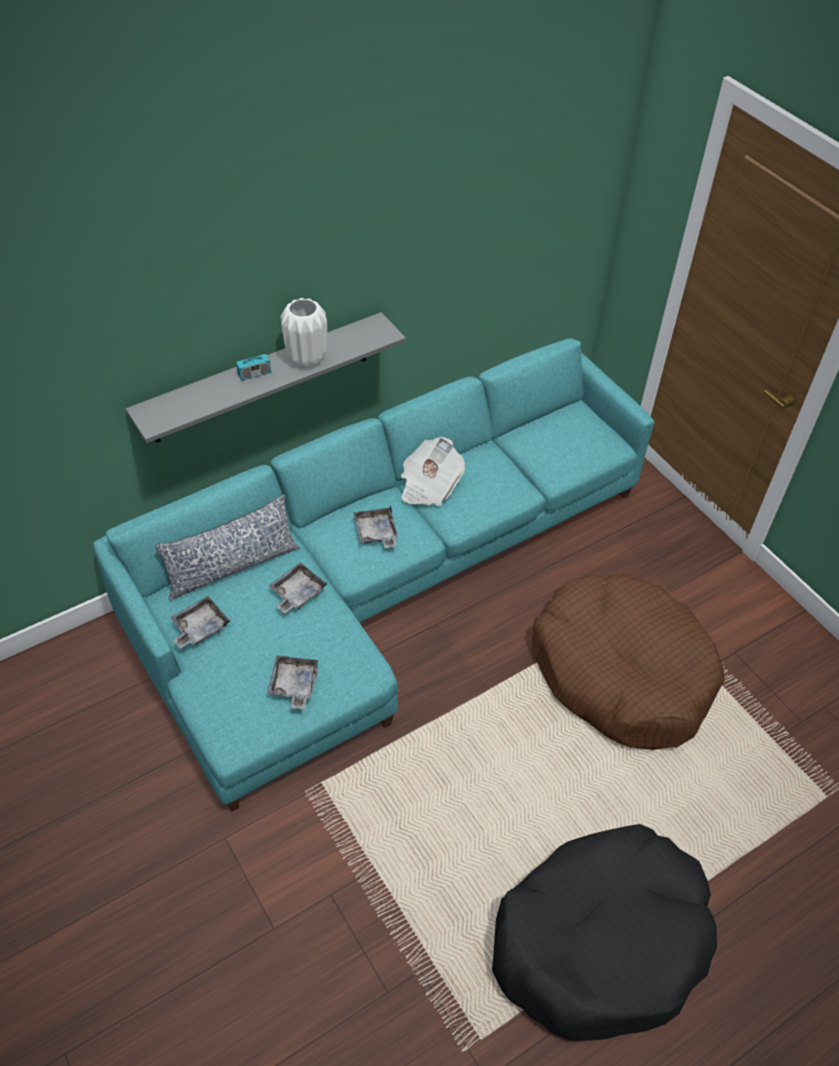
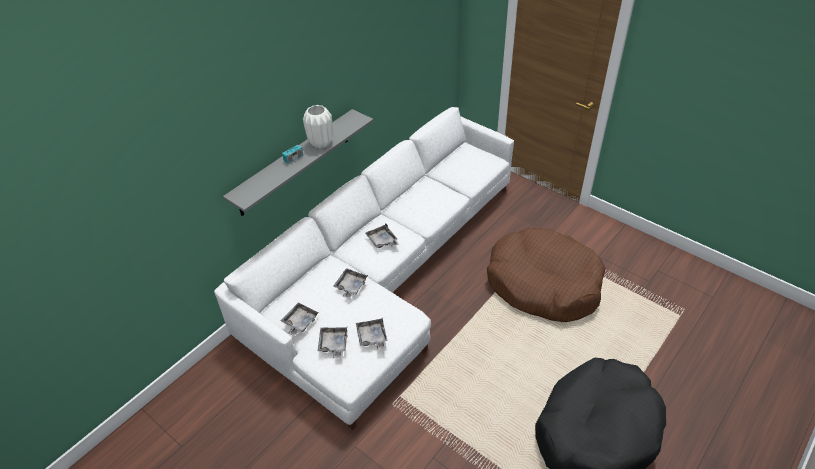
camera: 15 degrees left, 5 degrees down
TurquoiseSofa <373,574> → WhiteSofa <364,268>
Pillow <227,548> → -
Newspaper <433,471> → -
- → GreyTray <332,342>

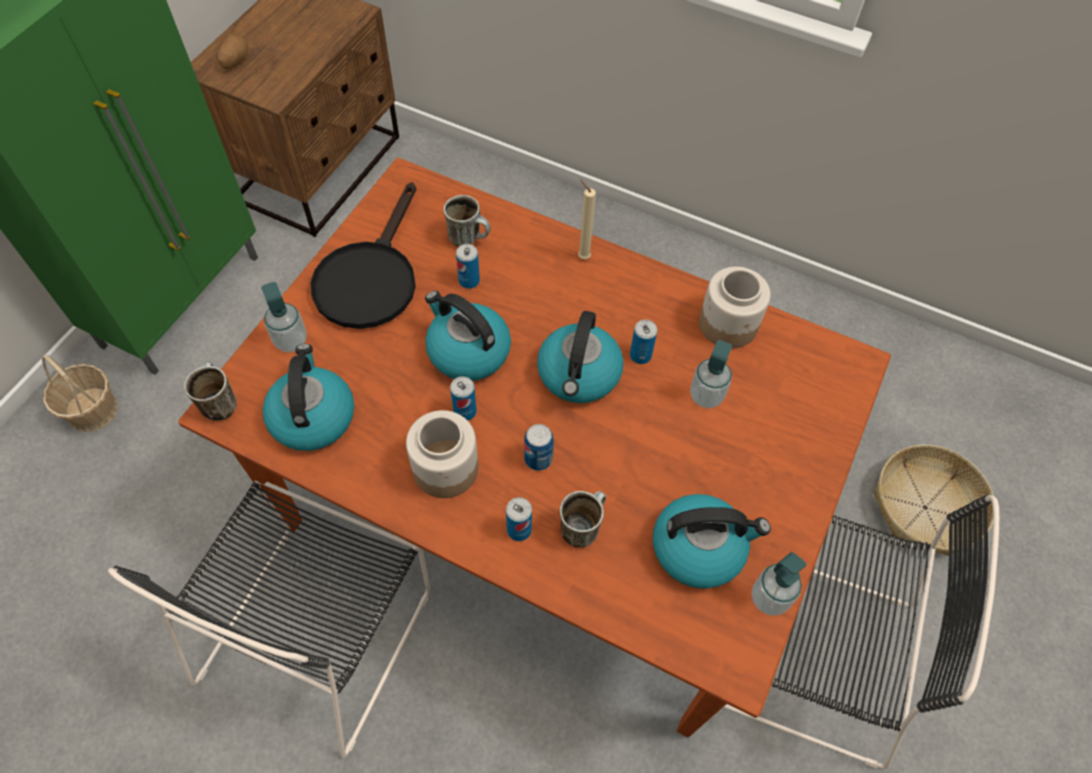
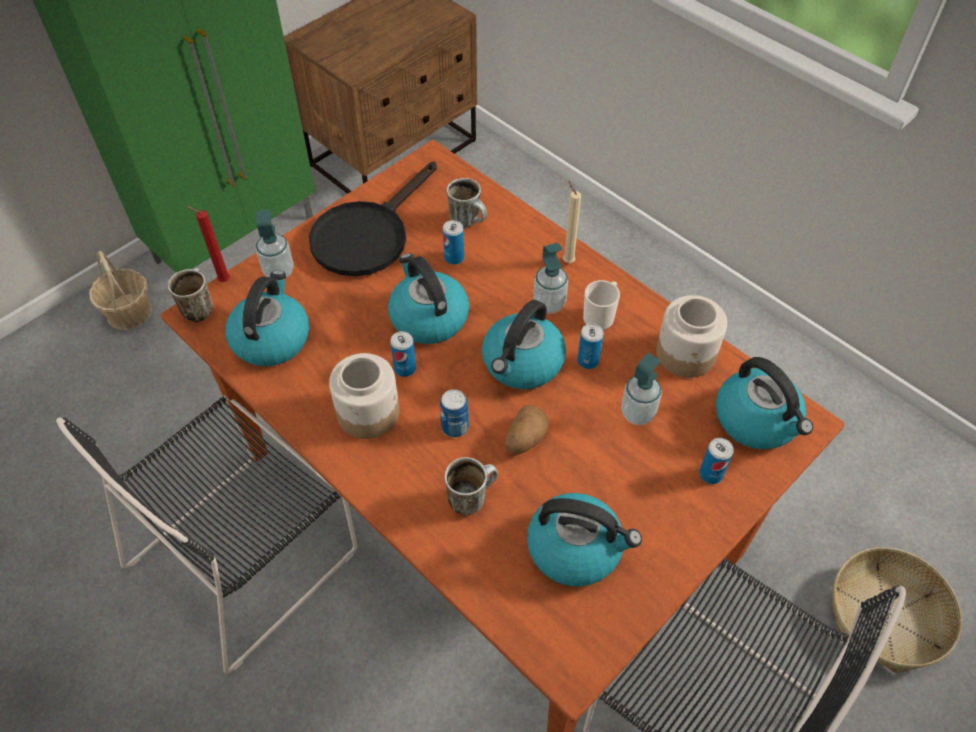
camera: 20 degrees right, 5 degrees down
Potato <233,52> → Potato <527,430>, moved
Can <519,519> → Can <716,461>, moved
SoapDispenser <779,584> → SoapDispenser <550,278>, moved
- → RedCandle <208,244>
- → Mug <601,305>
- → Kettle <764,403>

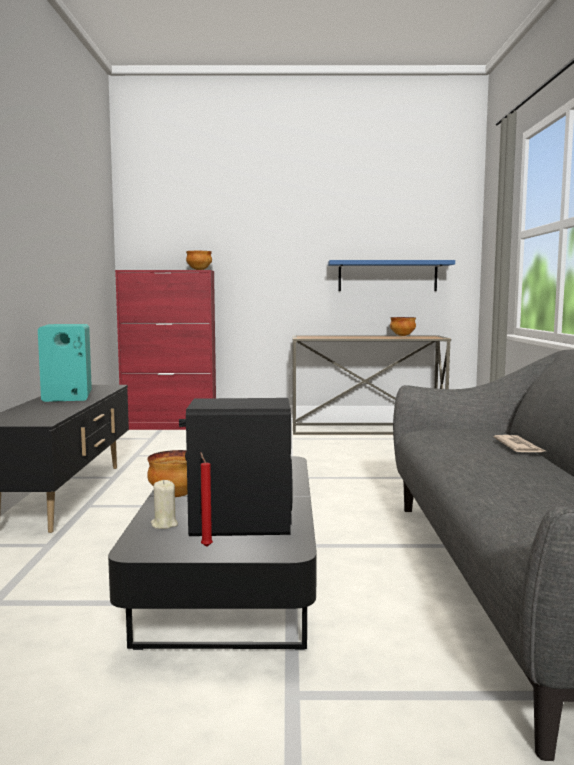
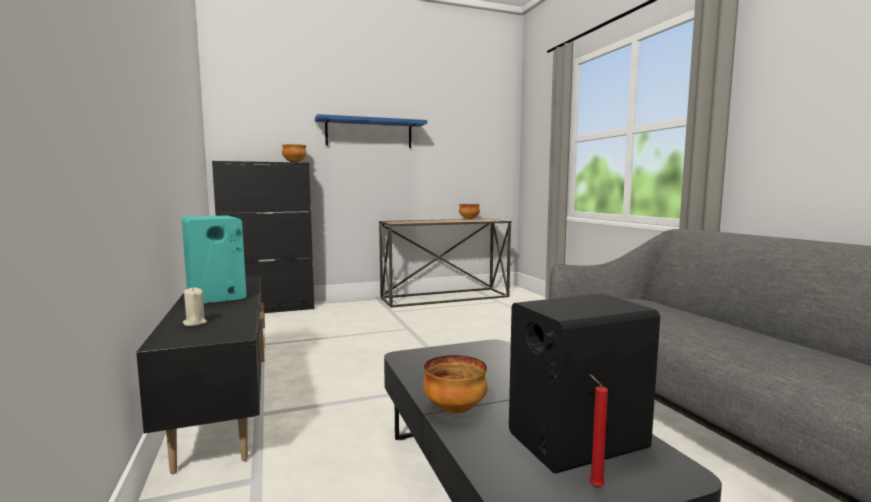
camera: 20 degrees left, 0 degrees up
RedCabinet <165,350> → BlackCabinet <263,237>
BeigeCandle <164,504> → BeigeCandle <195,306>, moved
BlueShelf <391,275> → BlueShelf <371,131>, moved
Newspaper <520,443> → -

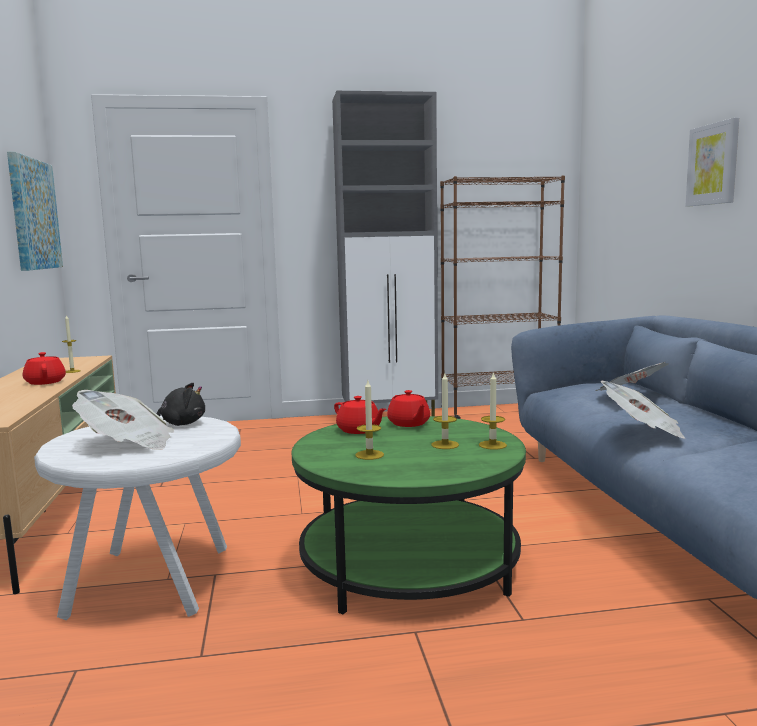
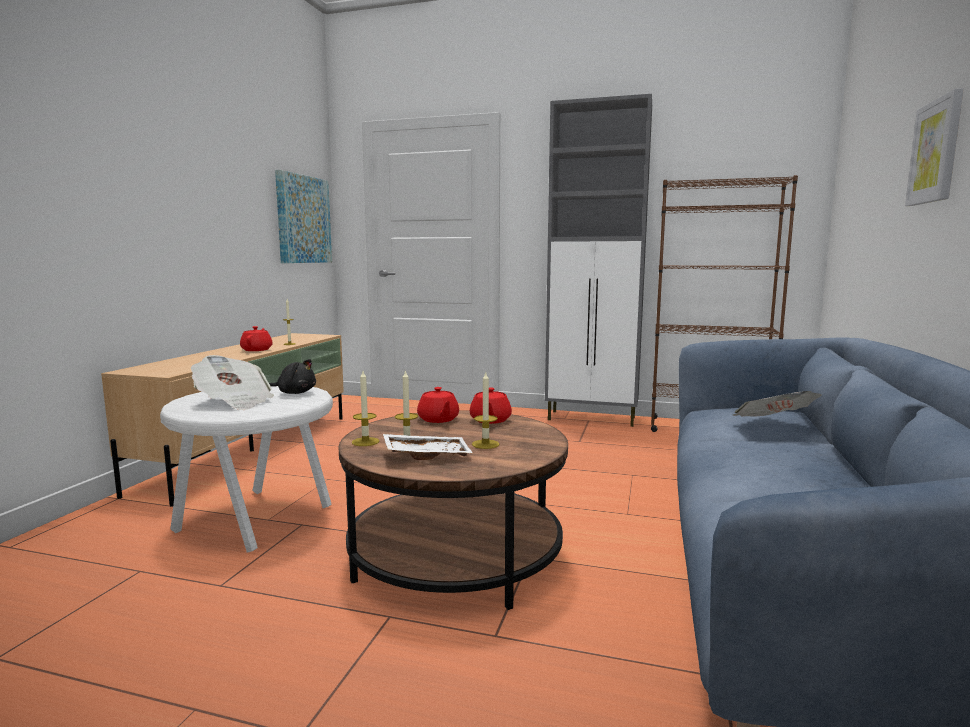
camera: 25 degrees right, 0 degrees up
GreenCoffeeTable <408,515> → BrownCoffeeTable <453,510>
Candle <493,411> → Candle <366,408>, moved
Newspaper <643,410> → -
- → WhiteTray <428,447>

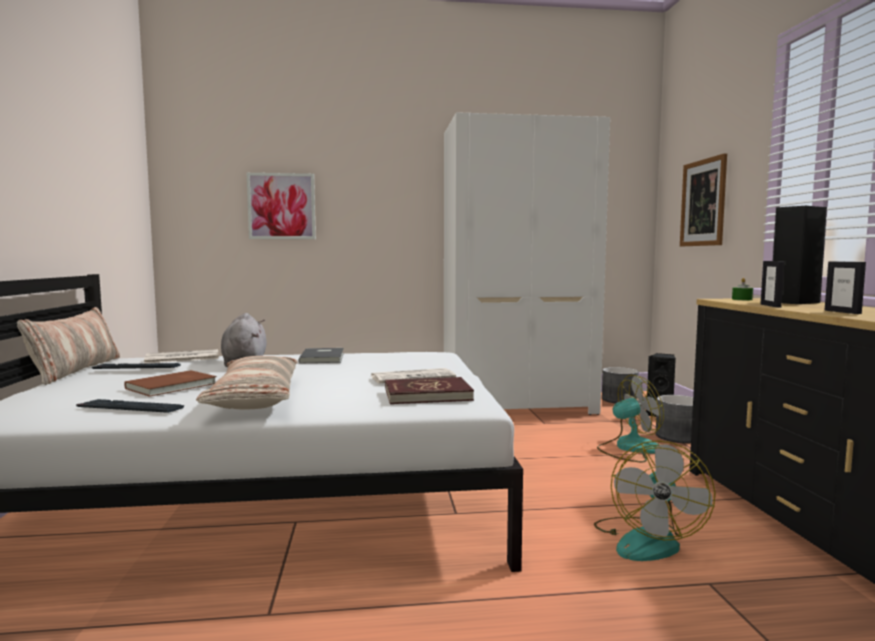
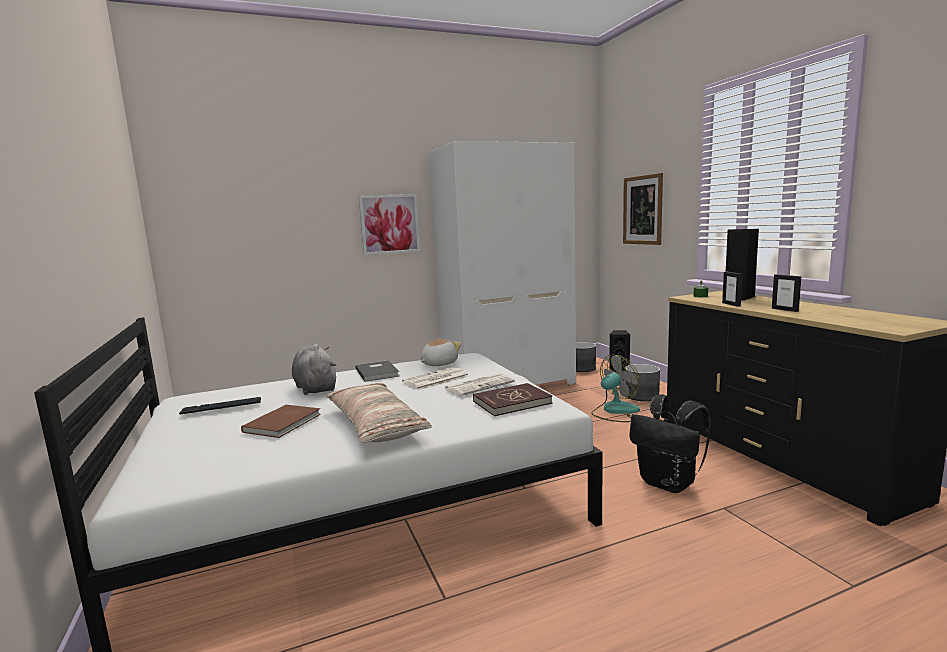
camera: 15 degrees left, 5 degrees up
Pillow <68,346> → -
Keyboard <130,406> → -
Newspaper <181,356> → Newspaper <436,378>, moved
Picture <281,206> → Picture <389,224>, moved
Fan <655,500> → BlackBackpack <669,443>
- → PlushToy <441,352>

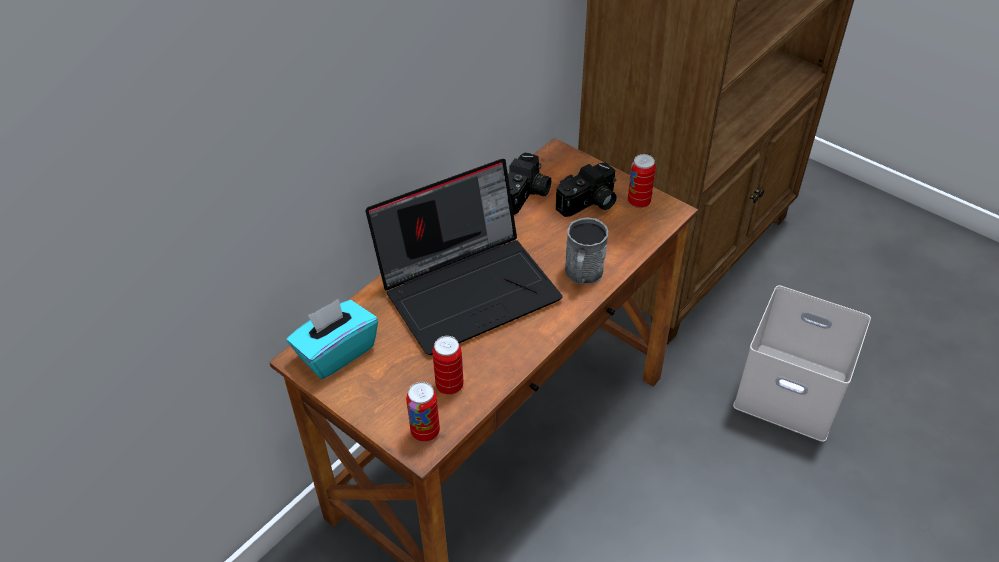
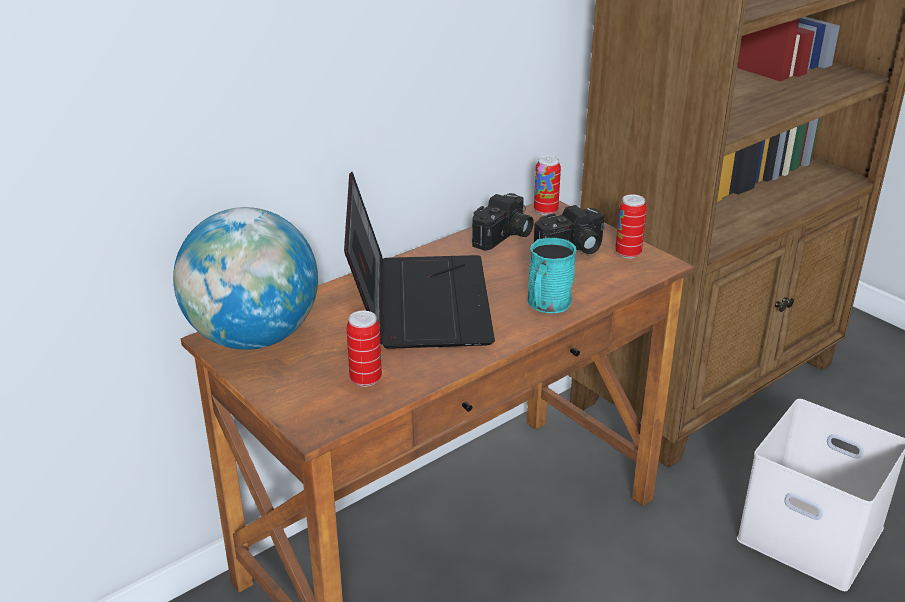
camera: 10 degrees right, 15 degrees down
TurquoiseTissueBox <332,338> → Globe <245,278>
Laptop <464,257> → Laptop <419,260>, 75 degrees counterclockwise
Can <423,412> → Can <547,185>, moved
GreyMug <586,251> → TurquoiseMug <552,275>

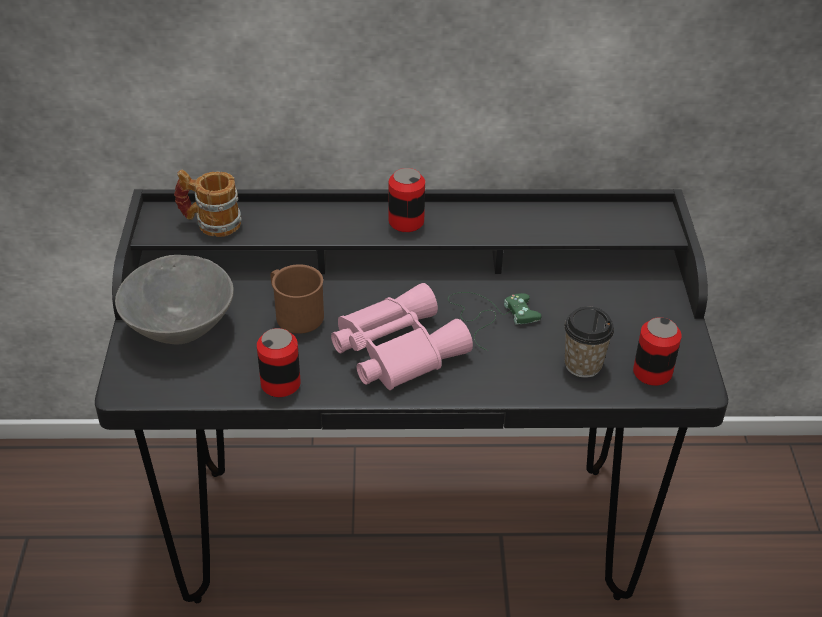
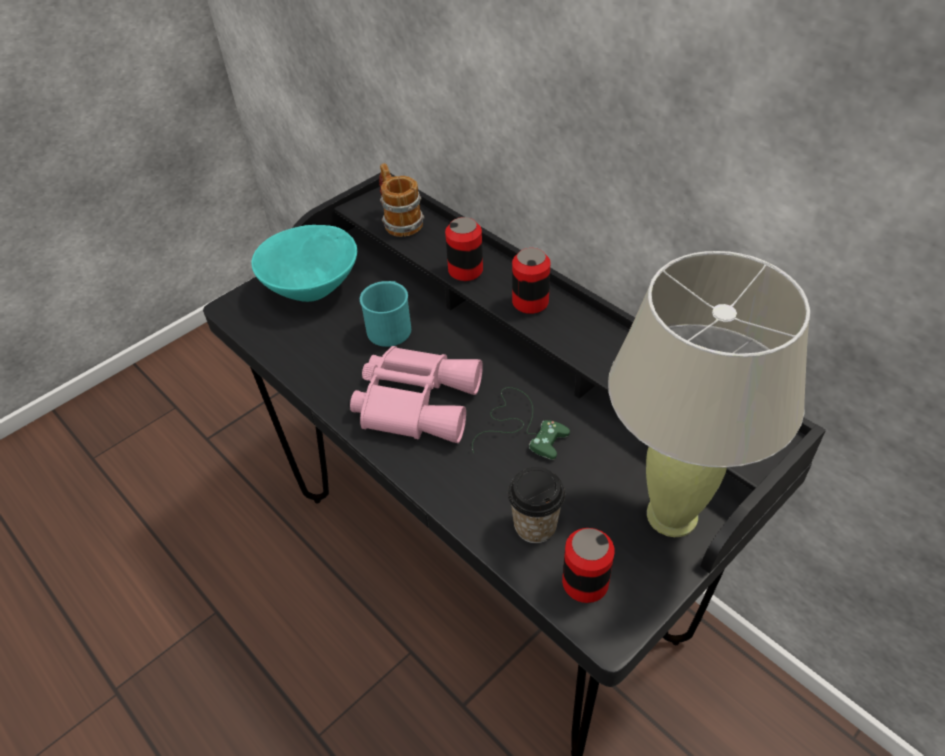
camera: 50 degrees right, 5 degrees up
GreyBowl <174,299> → TurquoiseBowl <304,263>
Can <279,362> → Can <464,249>, moved
BrownMug <297,299> → TurquoiseMug <385,314>
- → BeigeTableLamp <709,394>

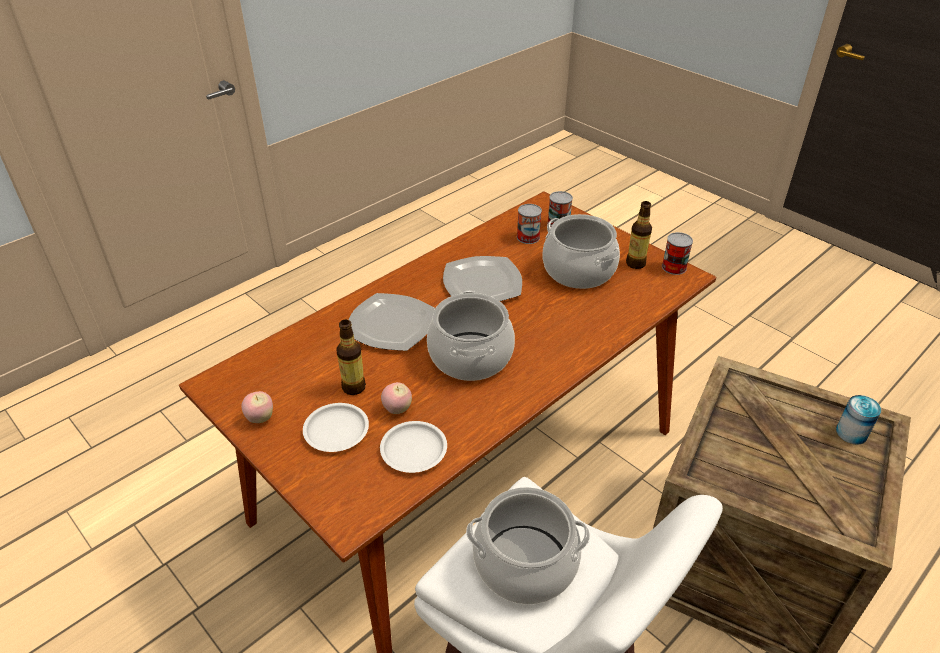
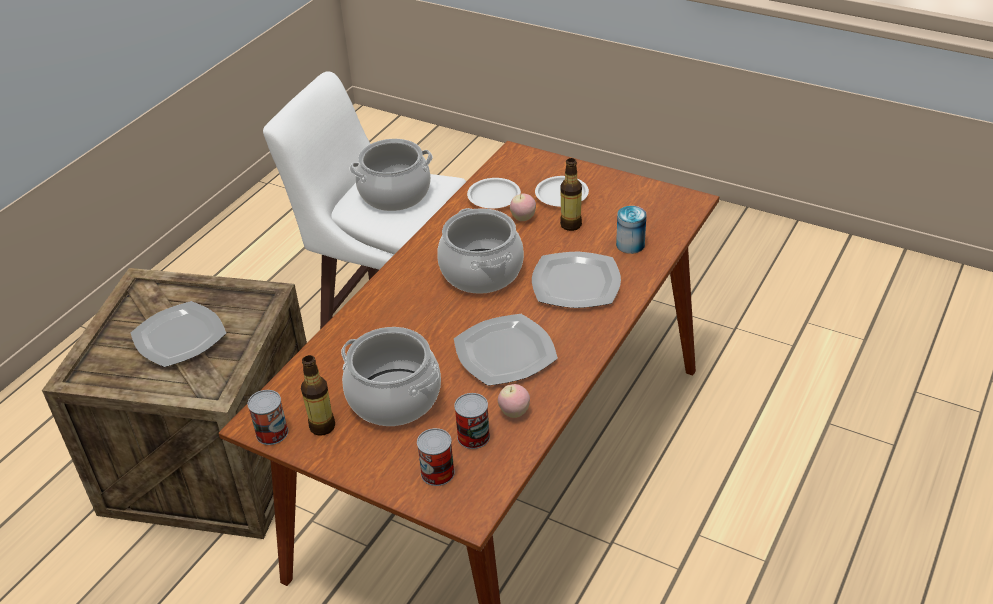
camera: 165 degrees right, 0 degrees up
Apple <257,407> → Apple <514,401>, moved
Can <858,420> → Can <631,230>, moved
- → Plate <178,334>

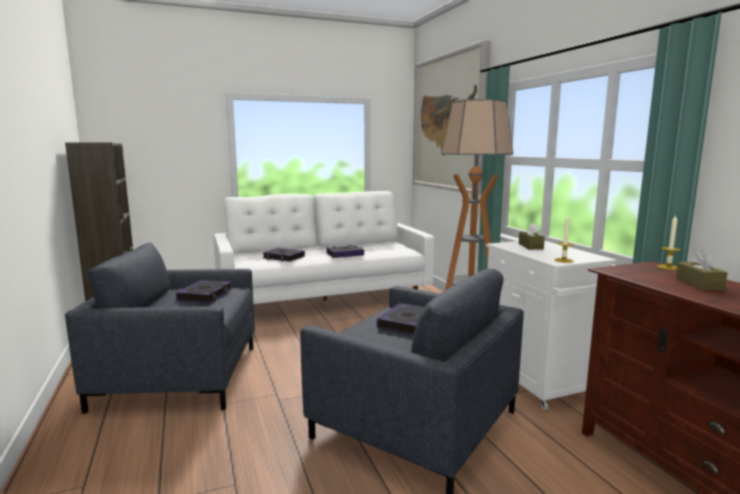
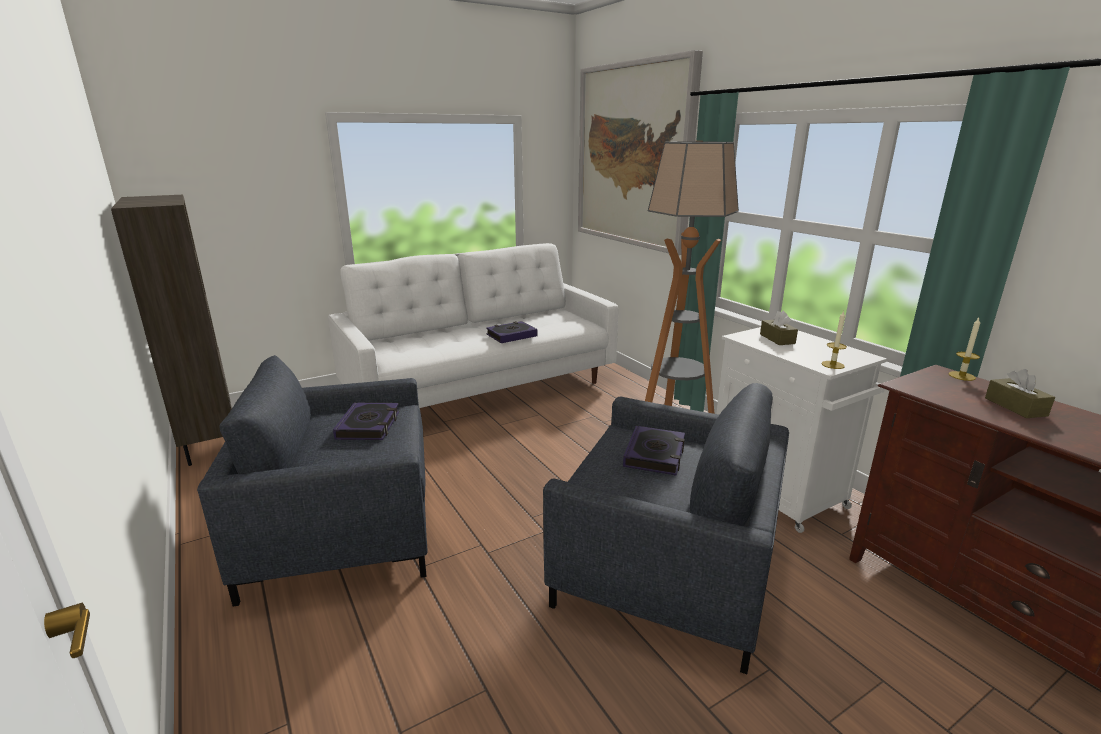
camera: 10 degrees left, 10 degrees up
Book <284,255> → -

